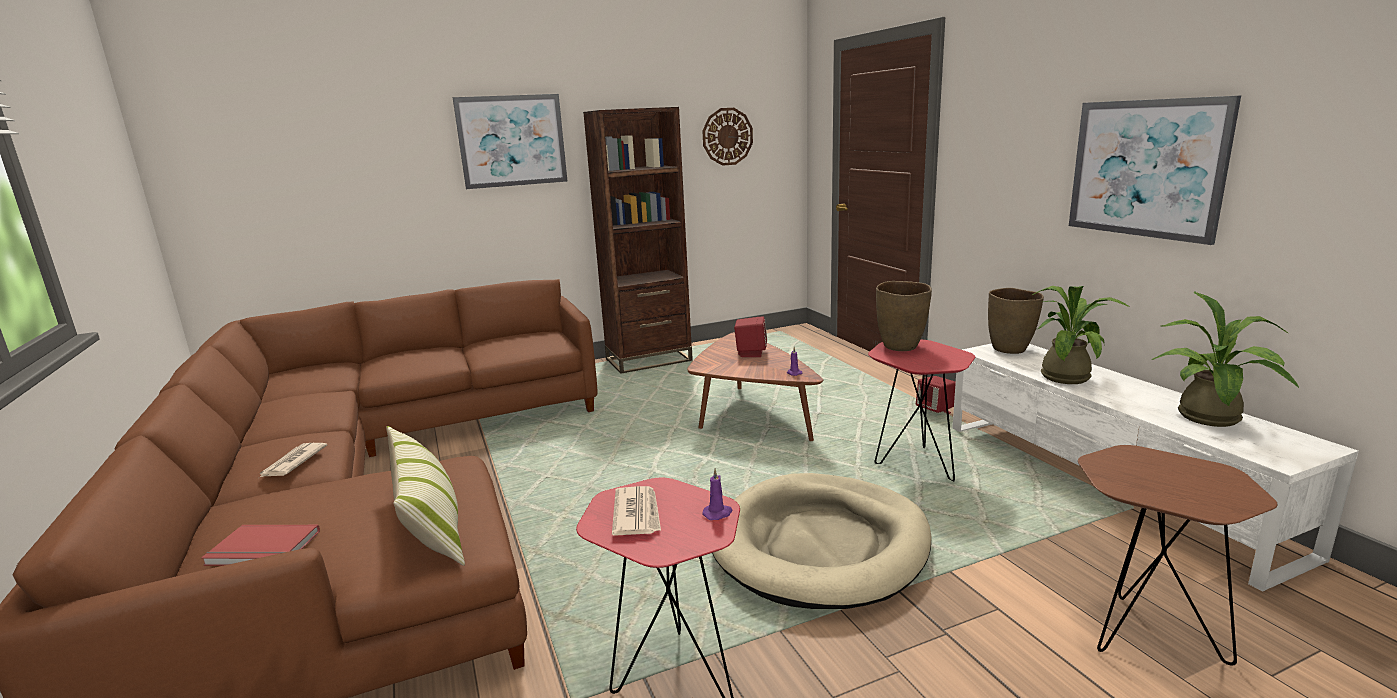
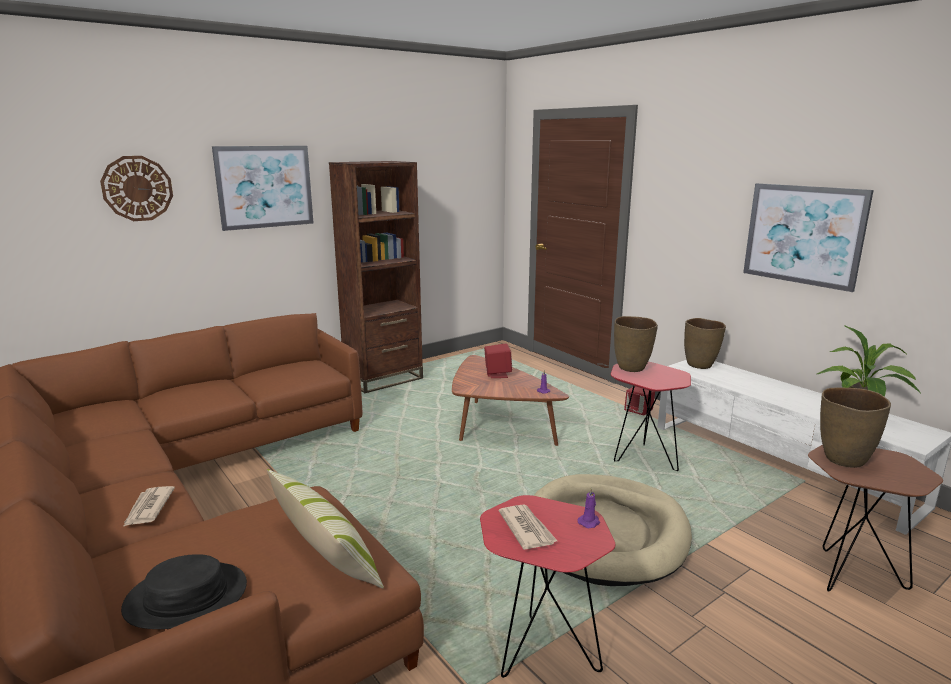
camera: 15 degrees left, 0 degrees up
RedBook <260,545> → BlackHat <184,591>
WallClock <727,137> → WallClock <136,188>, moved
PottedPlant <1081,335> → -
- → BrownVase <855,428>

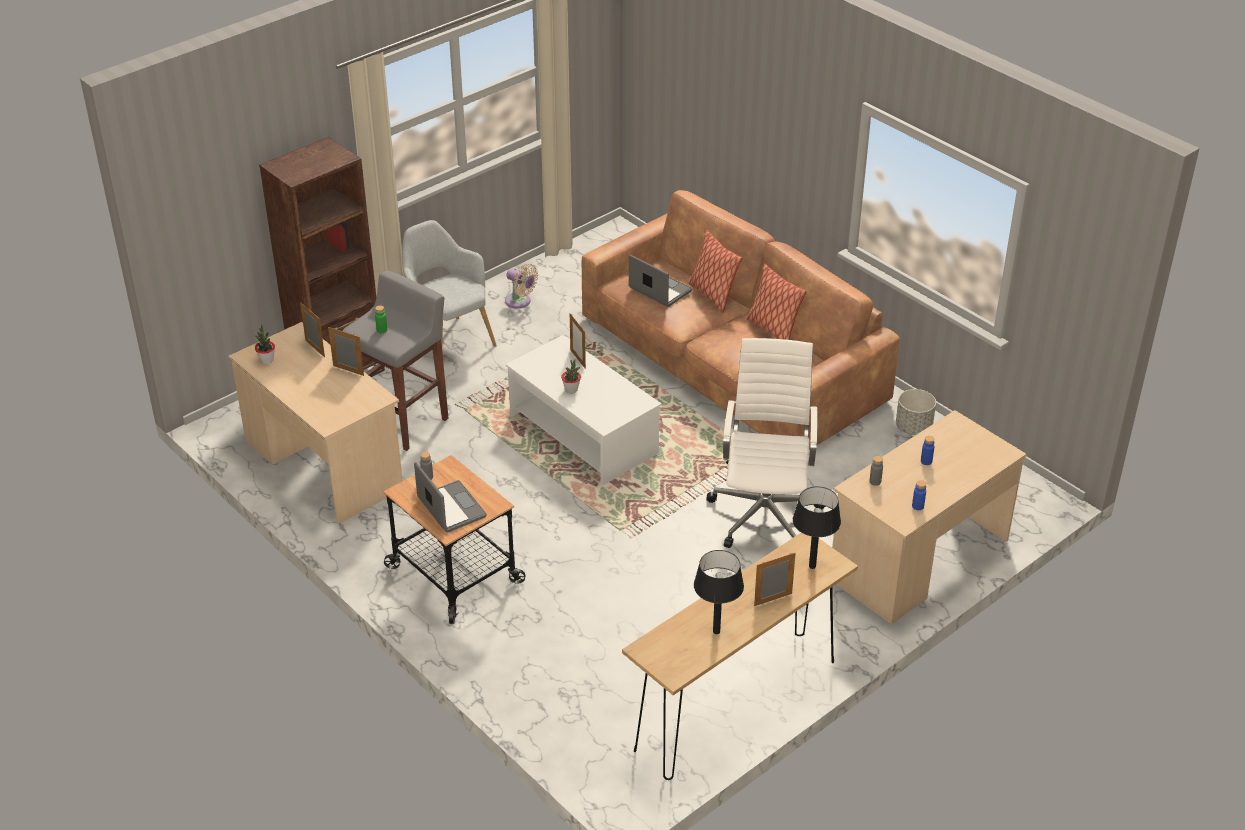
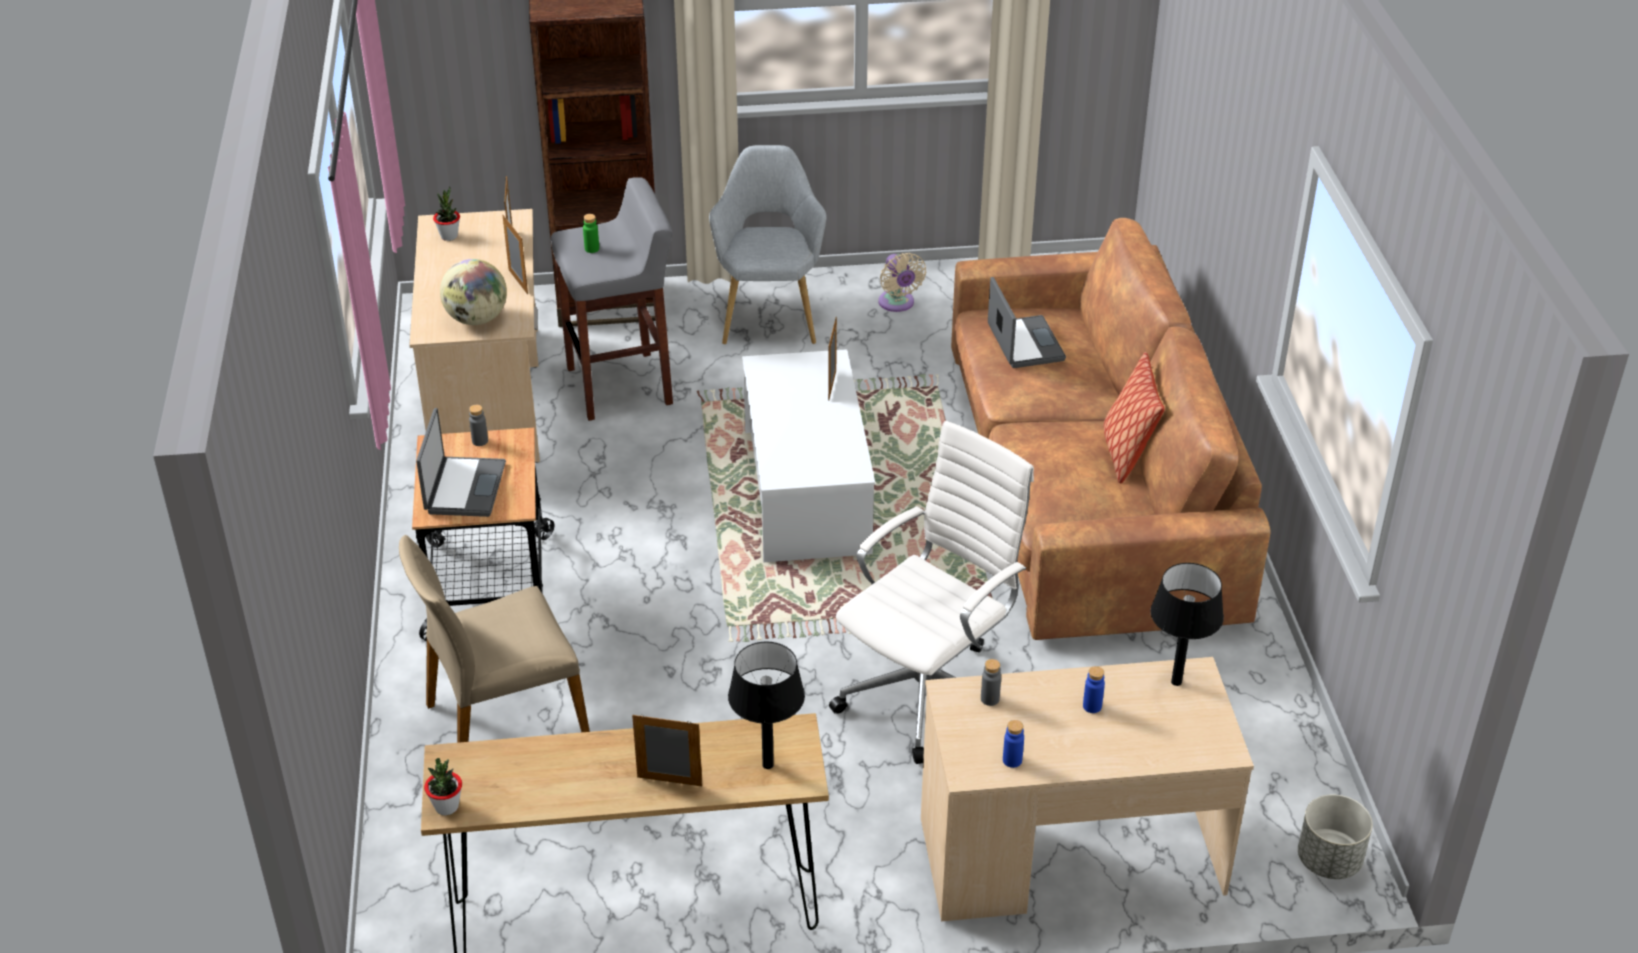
camera: 35 degrees right, 0 degrees up
PottedPlant <571,377> → PottedPlant <443,786>, moved
Pillow <715,271> → -
BlackTableLamp <719,592> → BlackTableLamp <1187,624>, moved
GreyPlanter <916,412> → GreyPlanter <1335,836>, moved
- → BeigeChair <494,639>
- → Globe <473,292>

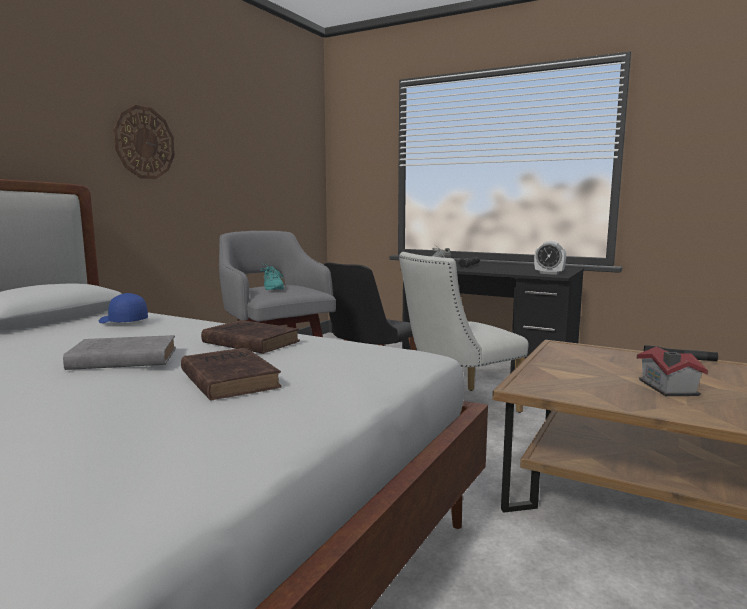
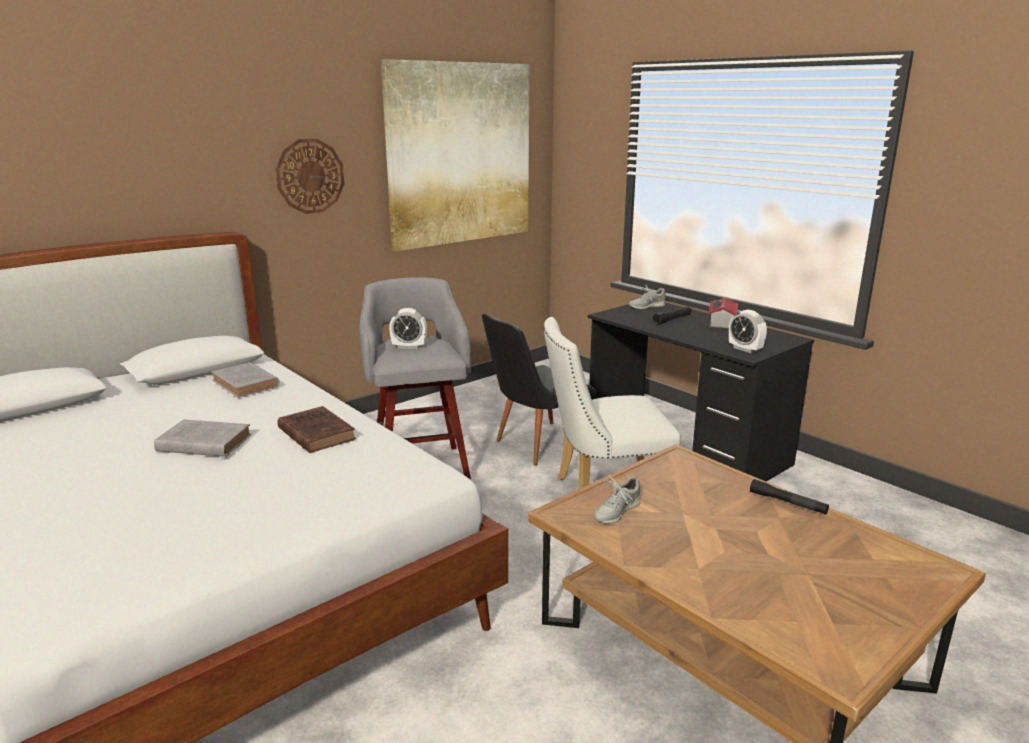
camera: 20 degrees right, 10 degrees up
BlueCap <123,308> → GreyBook <245,380>
BrownBook <231,374> → -
TurquoiseShoe <273,277> → AlarmClock <408,328>
ToyHouse <672,371> → ToyHouse <724,313>, moved
- → Picture <455,155>
- → GreyShoe <617,500>

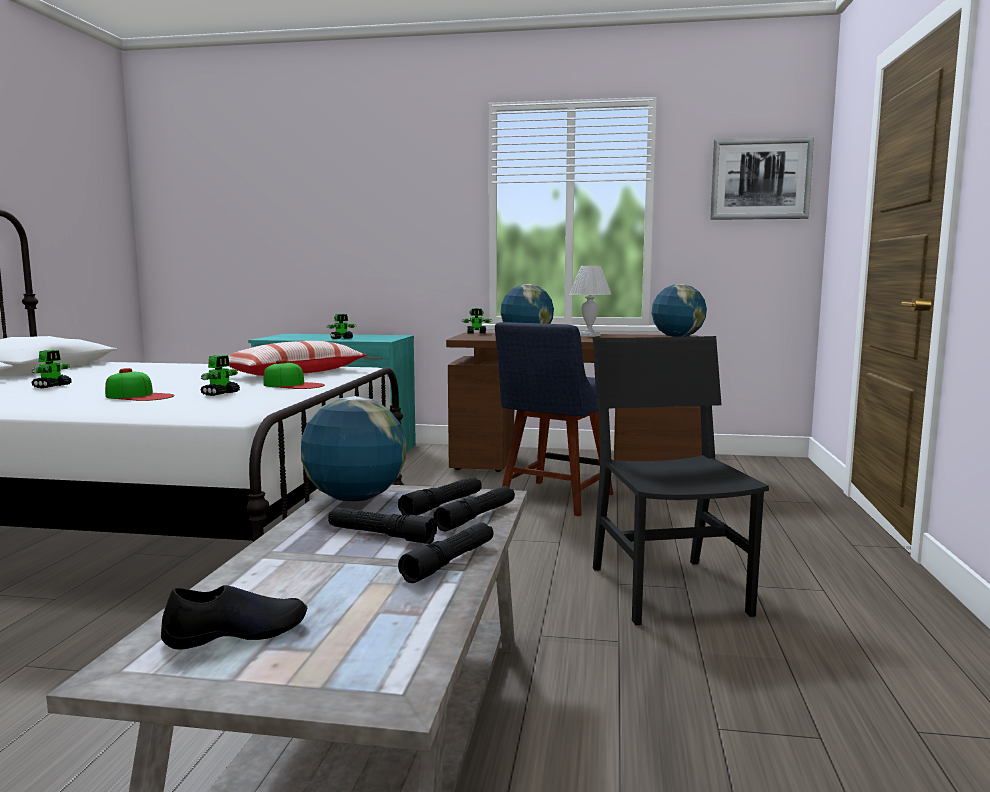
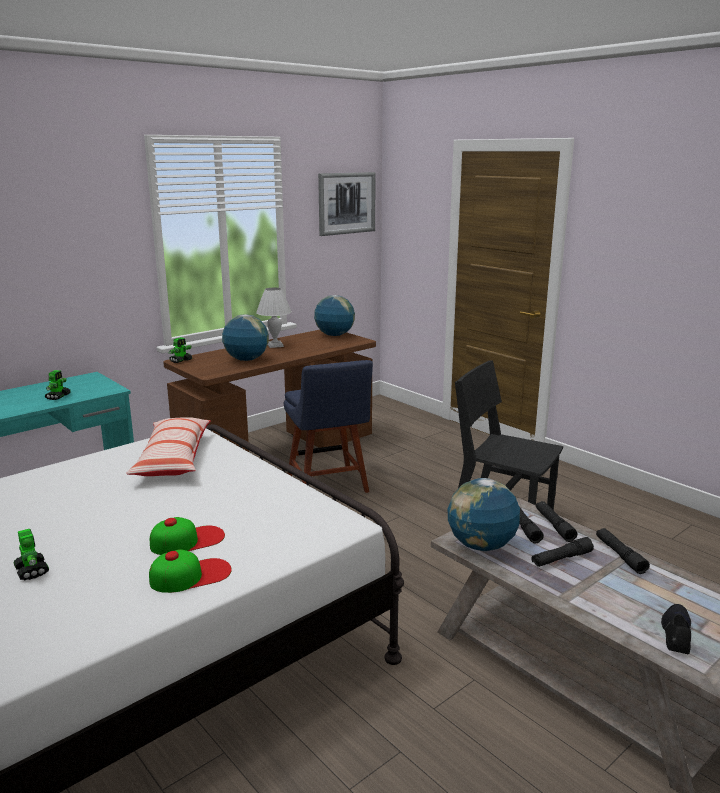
camera: 50 degrees left, 10 degrees up
ToyRobot <220,375> → -
Cap <294,374> → Cap <190,571>, moved

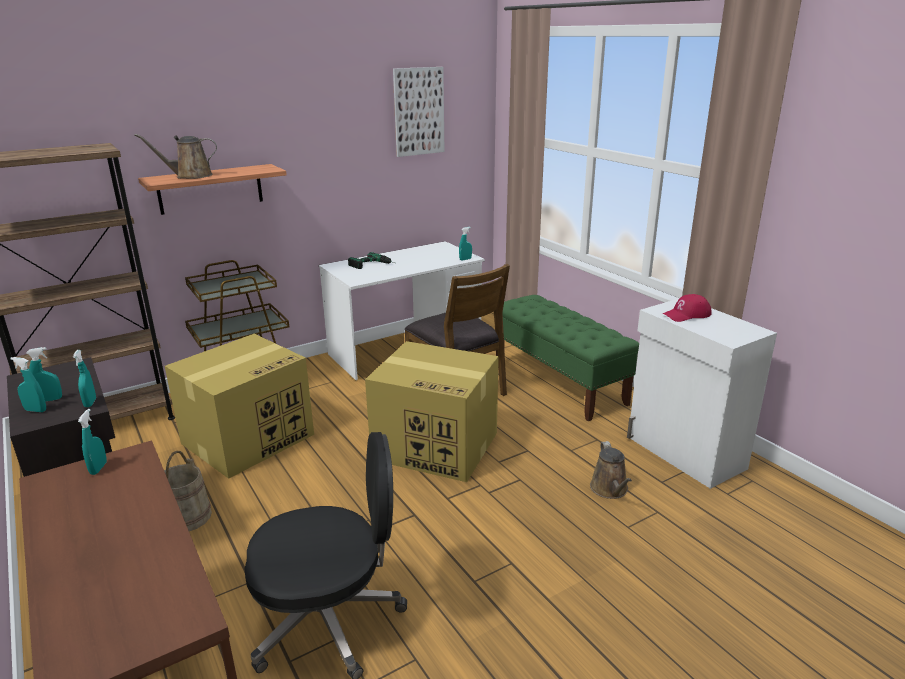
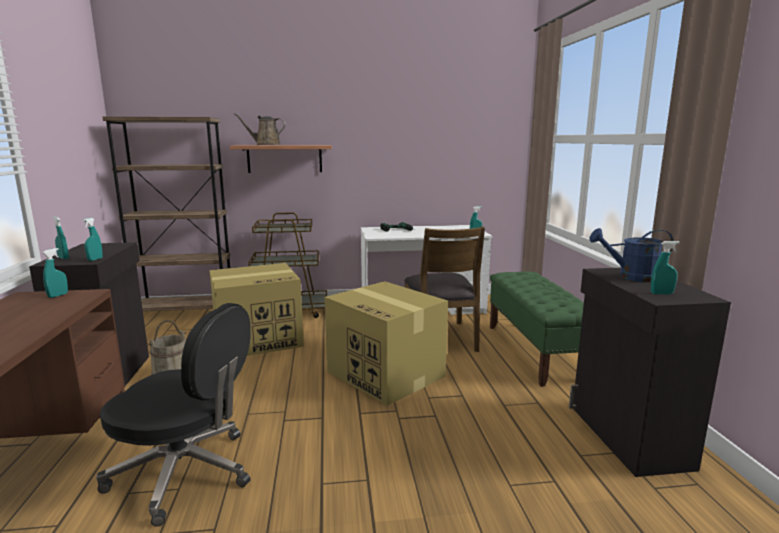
camera: 25 degrees right, 10 degrees down
TurquoiseSprayBottle <44,374> → TurquoiseSprayBottle <665,267>, moved
Picture <419,112> → -
BrownWateringCan <611,470> → -
WhiteCabinet <702,393> → BlackCabinet <650,372>
RedCap <686,308> → BlueWateringCan <631,255>

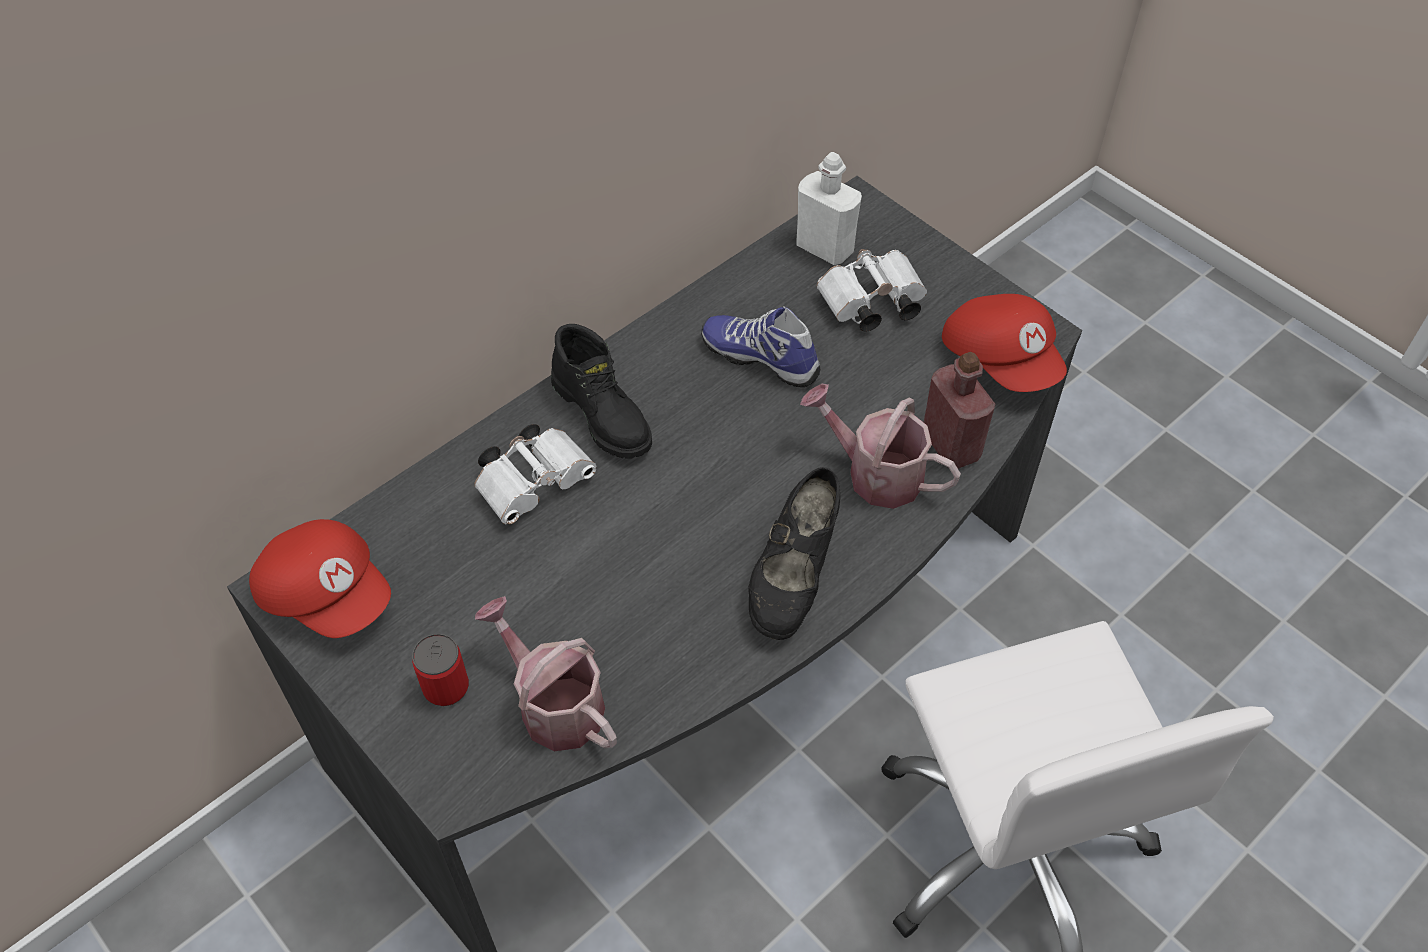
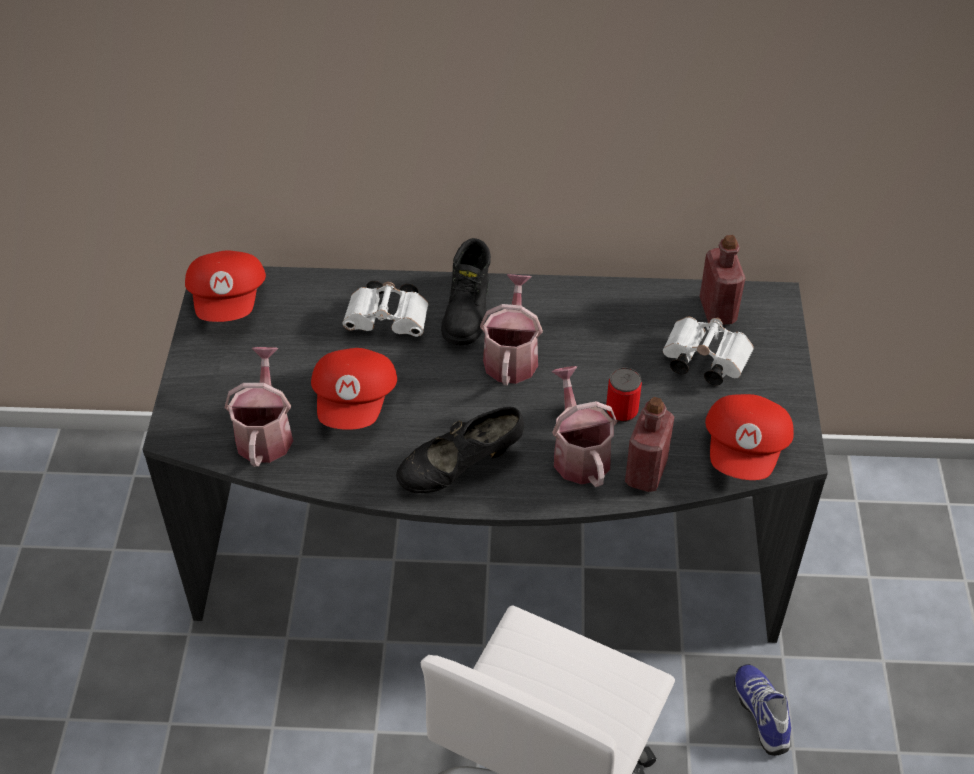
camera: 45 degrees right, 5 degrees down
Can <440,670> → Can <624,394>, moved
Shoe <760,346> → Shoe <762,710>, moved
WhiteBottle <829,208> → RedBottle <722,280>
- → RedCap <354,389>
- → WateringCan <511,329>

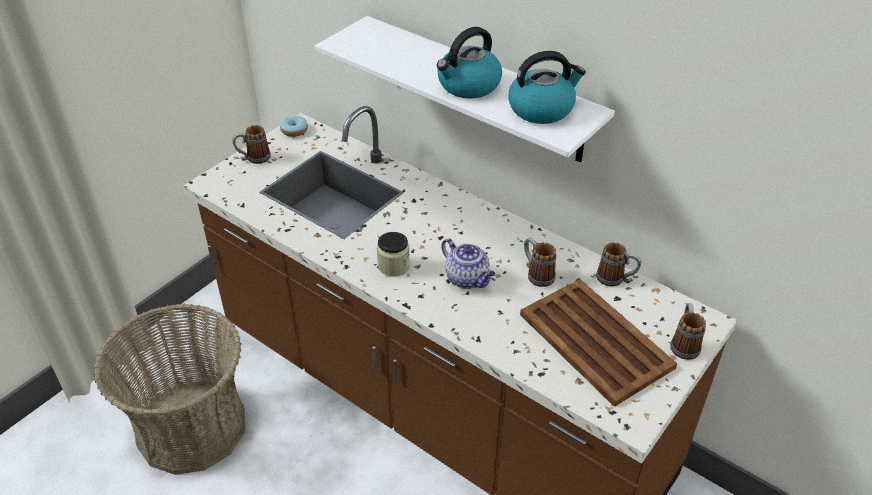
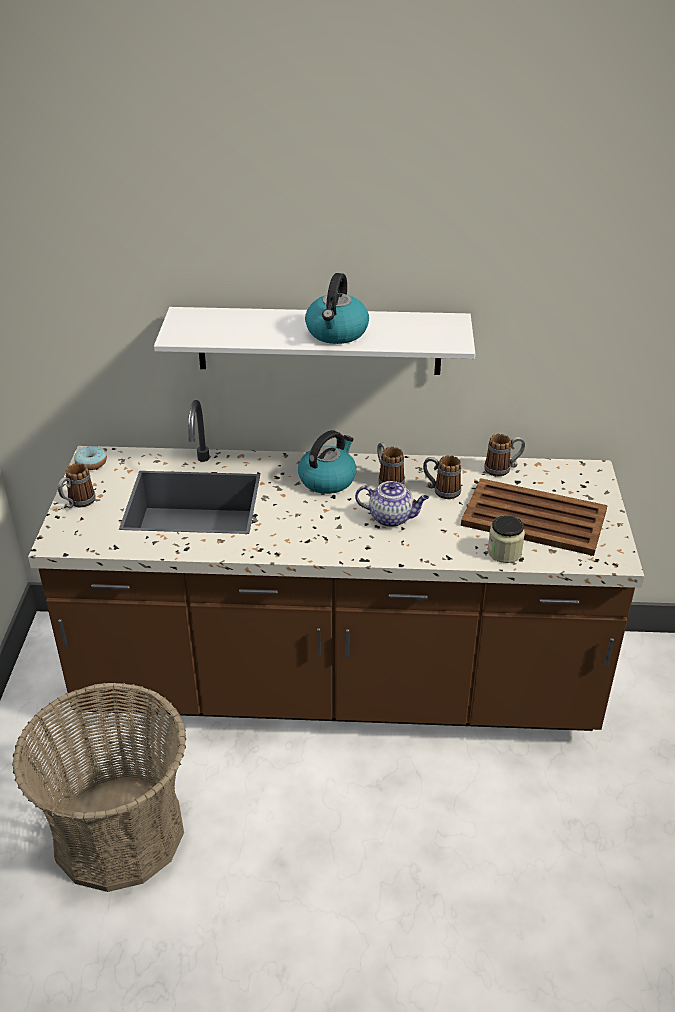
camera: 35 degrees left, 5 degrees down
Jar <393,254> → Jar <506,539>, moved
Kettle <547,87> → Kettle <327,462>, moved
Mug <688,331> → Mug <391,463>, moved

